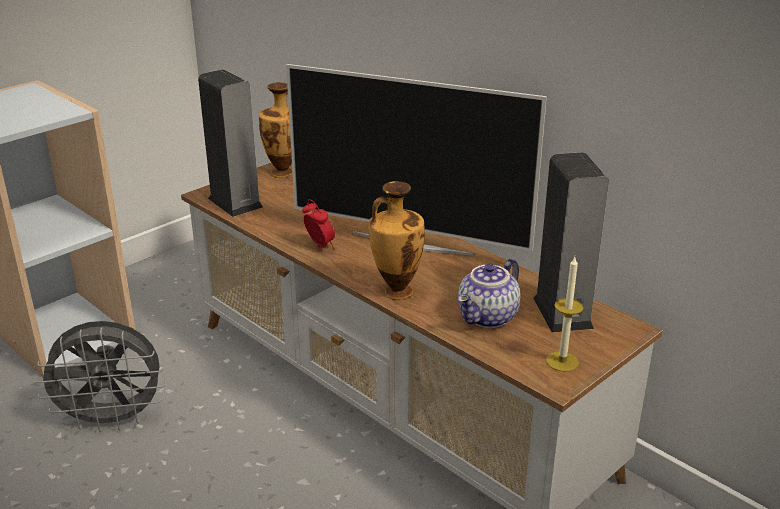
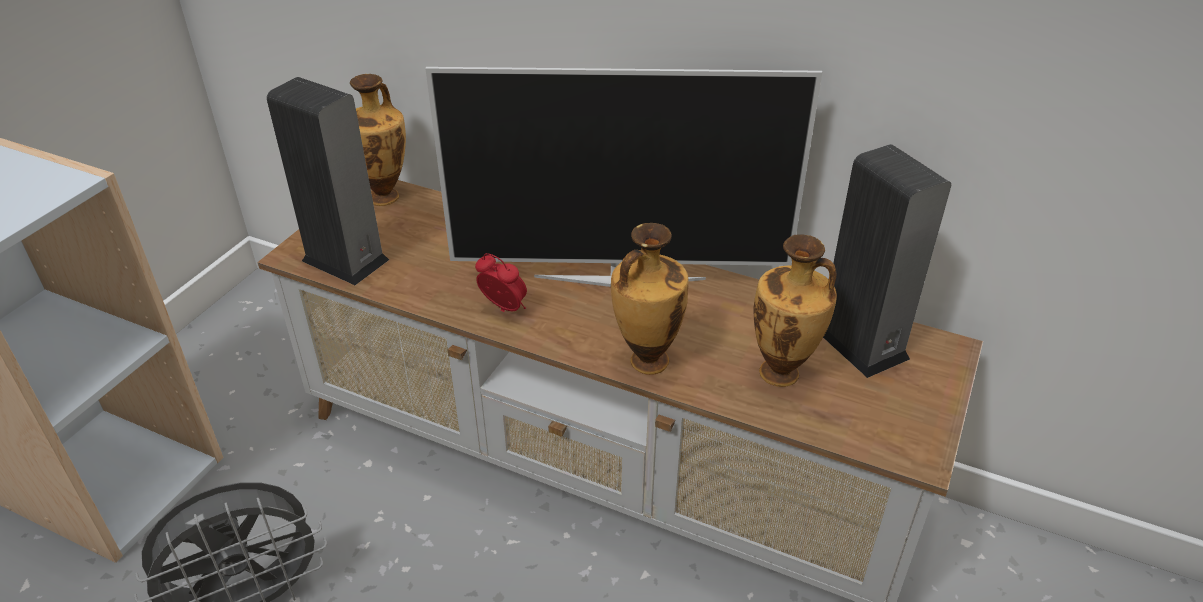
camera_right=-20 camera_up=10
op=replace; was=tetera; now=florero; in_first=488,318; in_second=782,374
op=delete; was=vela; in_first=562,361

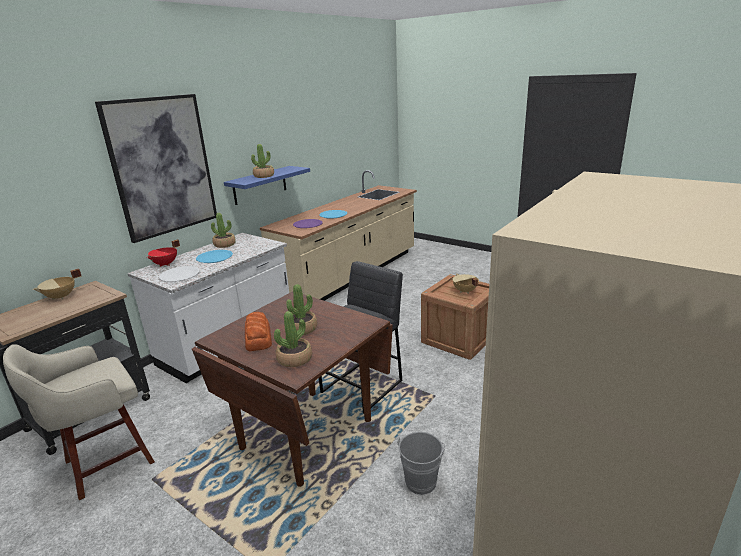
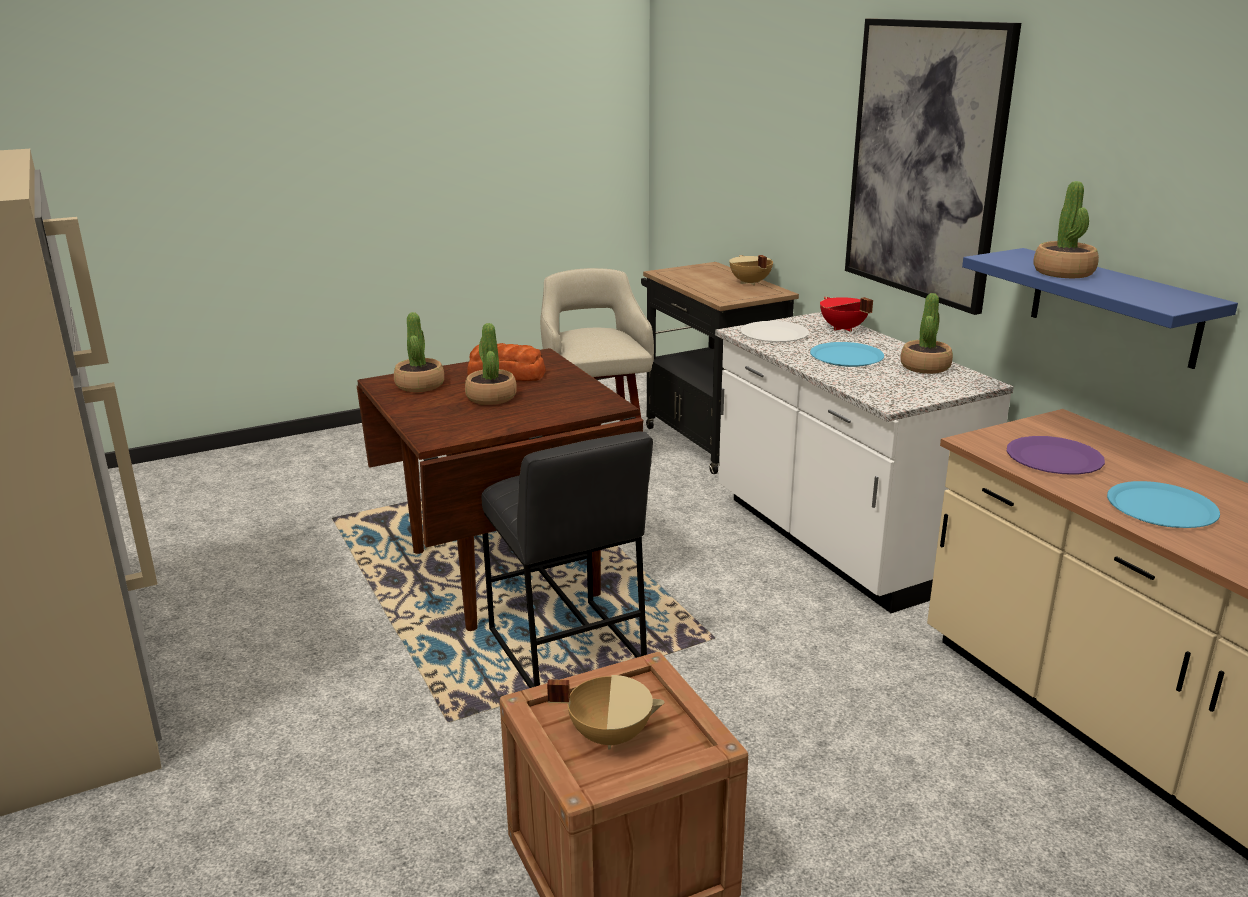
camera_right=115 camera_up=0
op=delete; was=cubo (gris); in_first=421,479

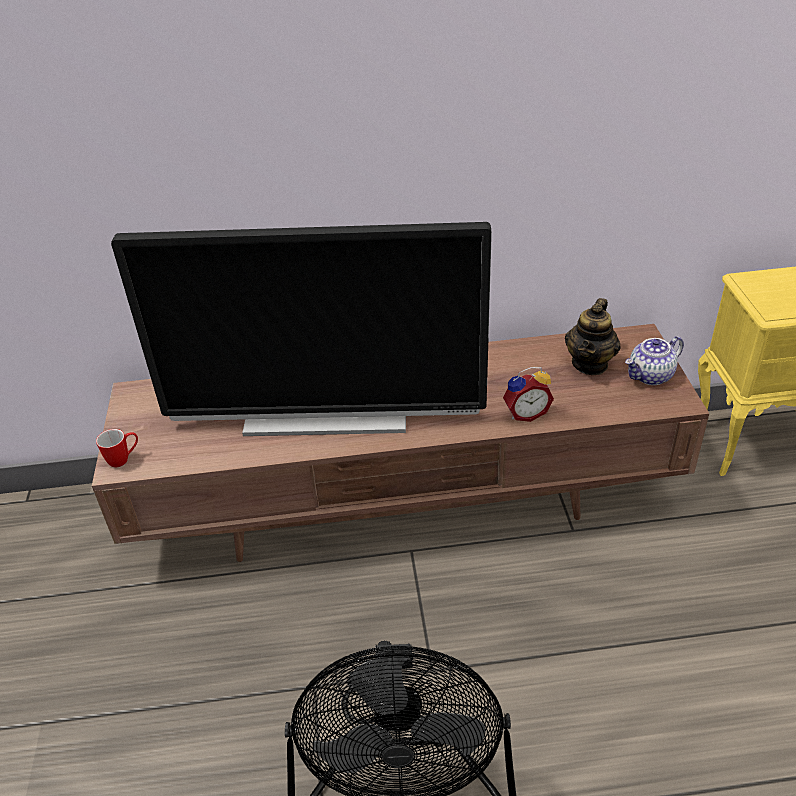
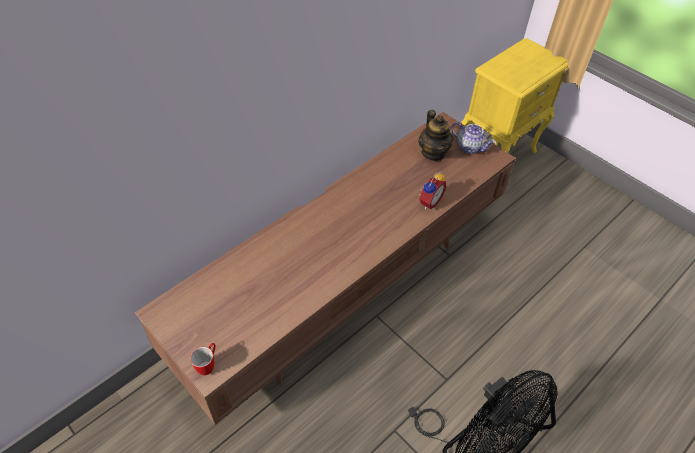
camera_right=-40 camera_up=10
op=rotate; was=tetera; in_first=650,376; in_second=470,147; clockwise=-75
op=delete; was=televisor; in_first=326,417

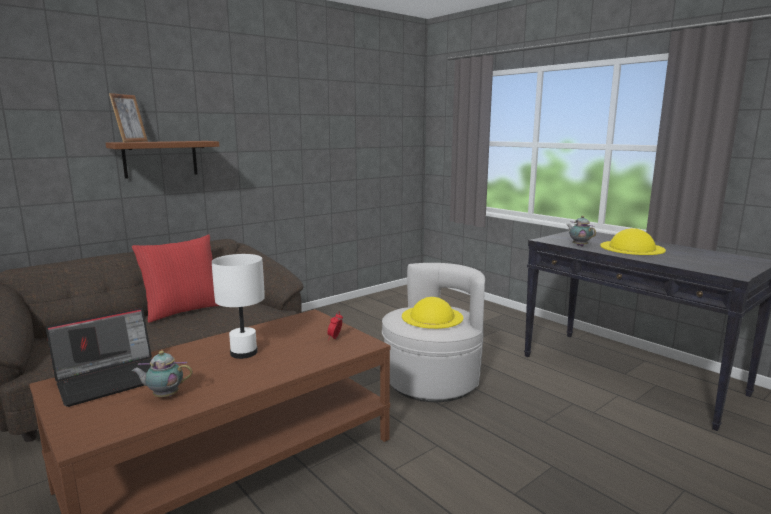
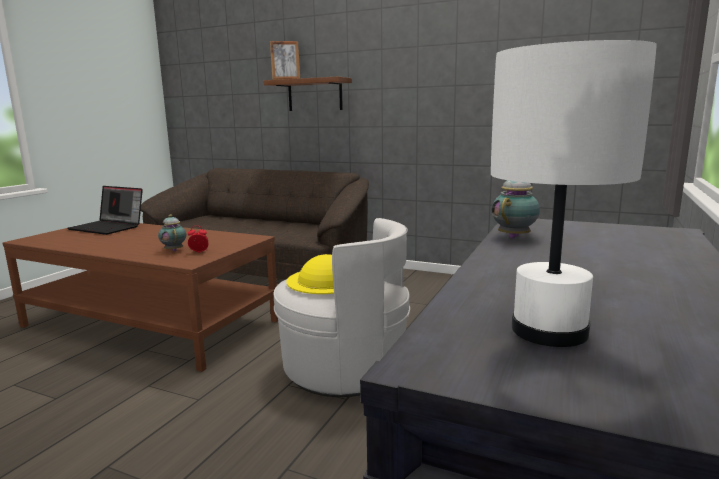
camera_right=65 camera_up=0
op=move; was=tetera; in_first=164,396; in_second=174,250
op=move; was=lámpara de mesa (blanco); in_first=243,353; in_second=547,330
op=delete; was=cojín (rojo); in_first=184,310
op=delete; was=sombrero (amarillo); in_first=632,247

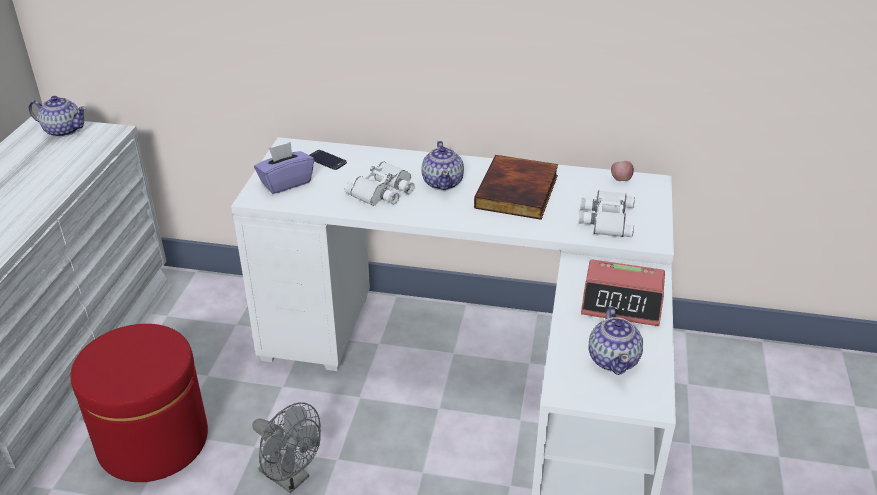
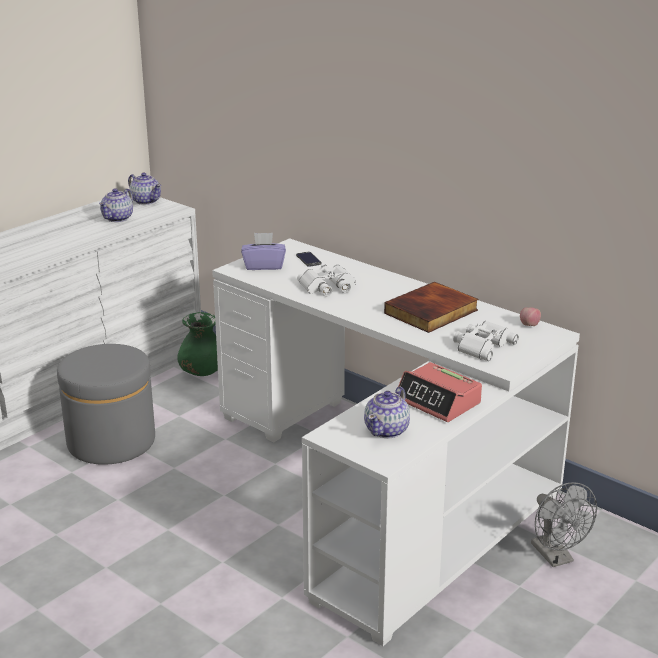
camera_right=30 camera_up=-10
op=recolor; was=puf (rojo); now=puf (gris); in_first=153,441; in_second=111,441
op=move; was=tetera; in_first=443,182; in_second=118,218
op=insert; now=florero (verde); in_second=202,372
op=move; was=ventilador (gris); in_first=290,478; in_second=556,557

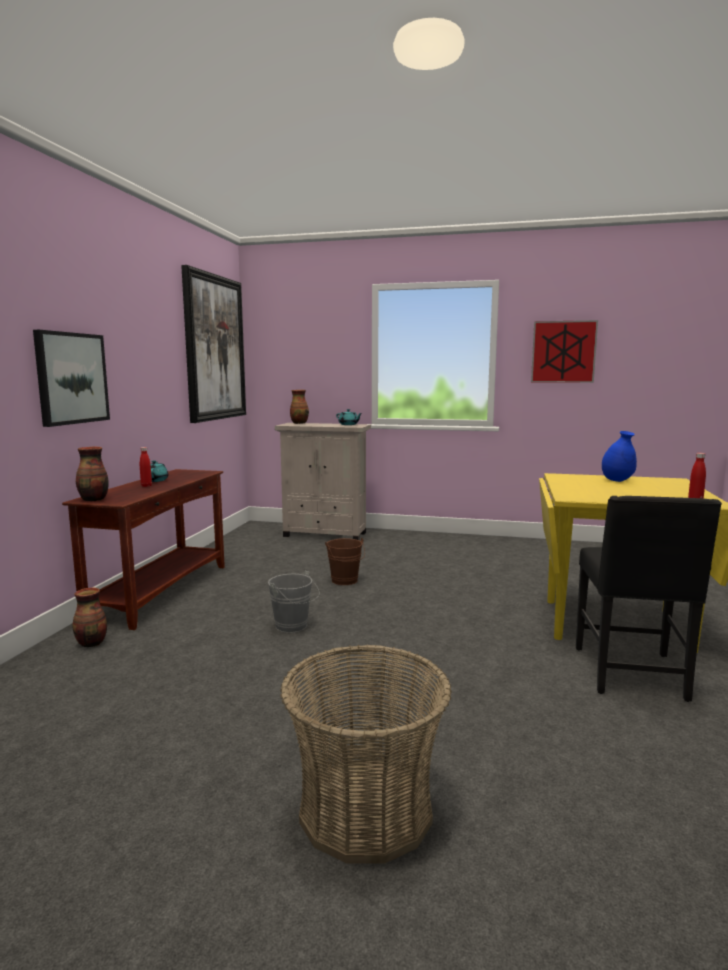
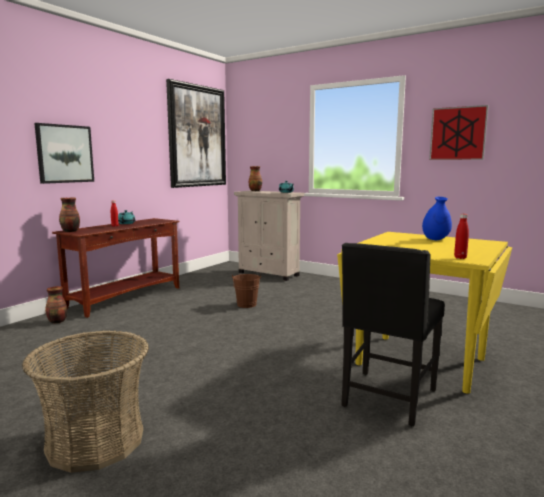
camera_right=20 camera_up=0
op=delete; was=cubo (gris); in_first=294,626

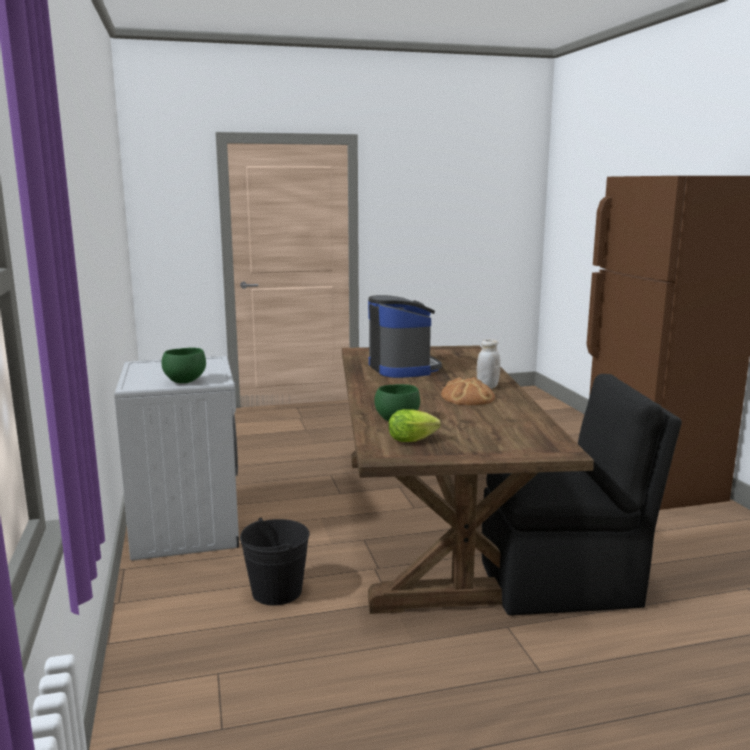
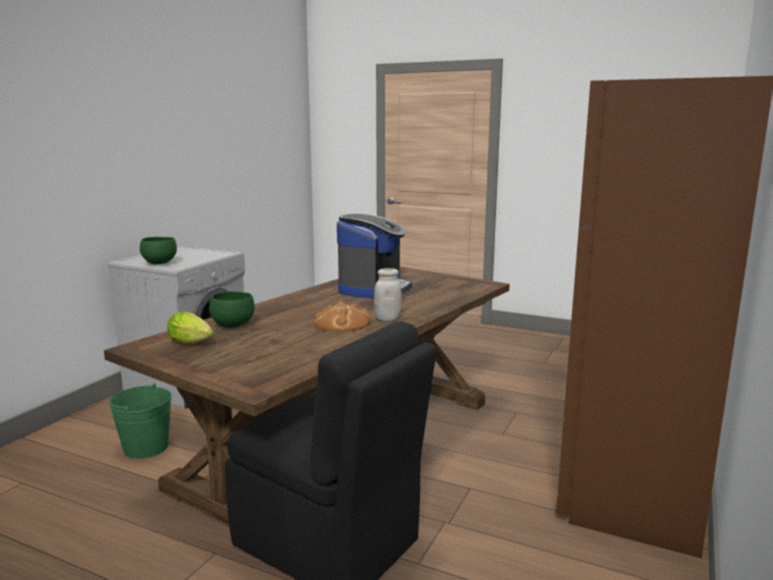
camera_right=40 camera_up=0
op=recolor; was=cubo (negro); now=cubo (verde); in_first=276,591; in_second=146,447

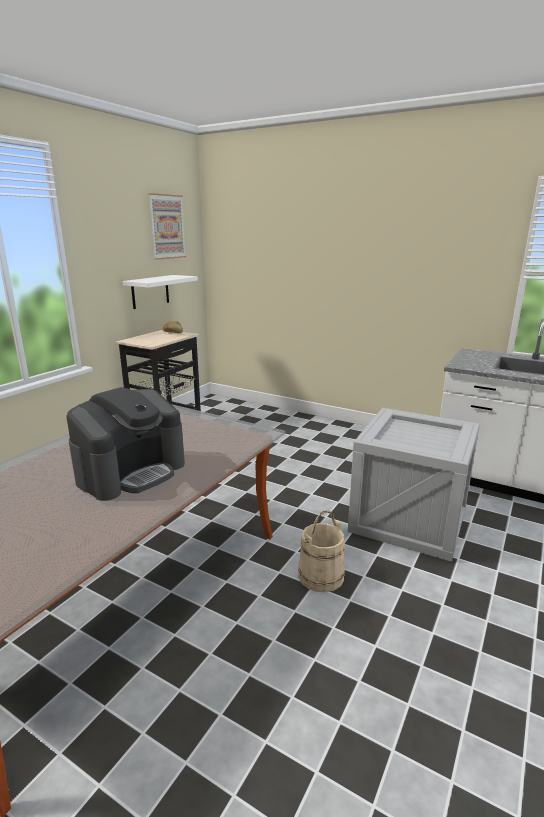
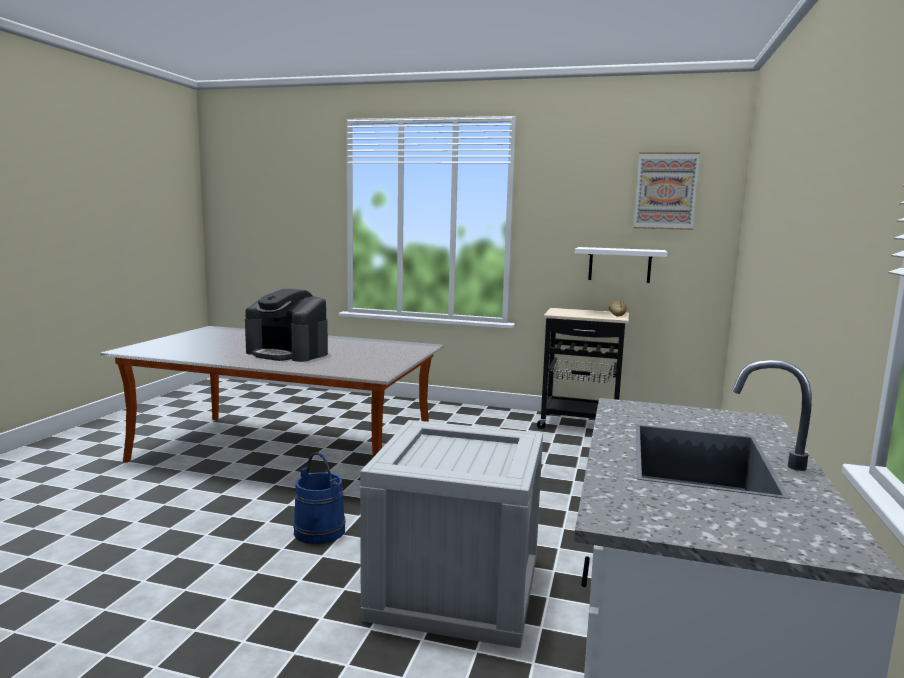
camera_right=75 camera_up=-10
op=recolor; was=cubo (beis); now=cubo (azul); in_first=320,575; in_second=320,531

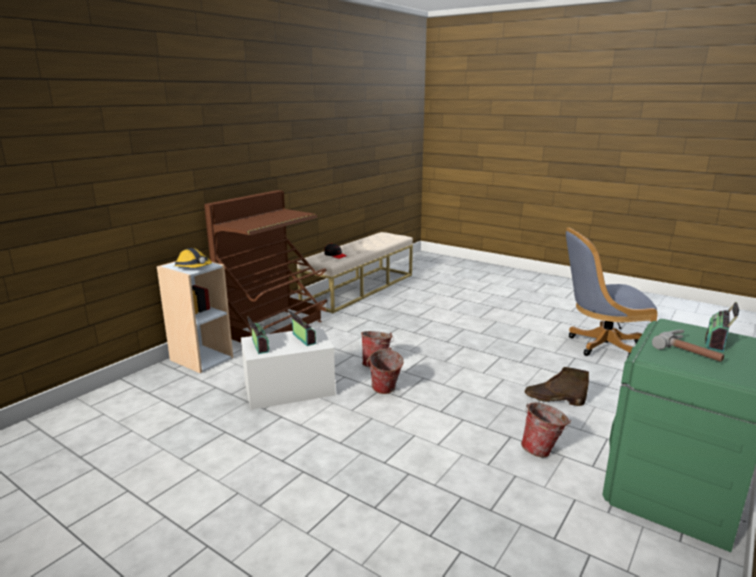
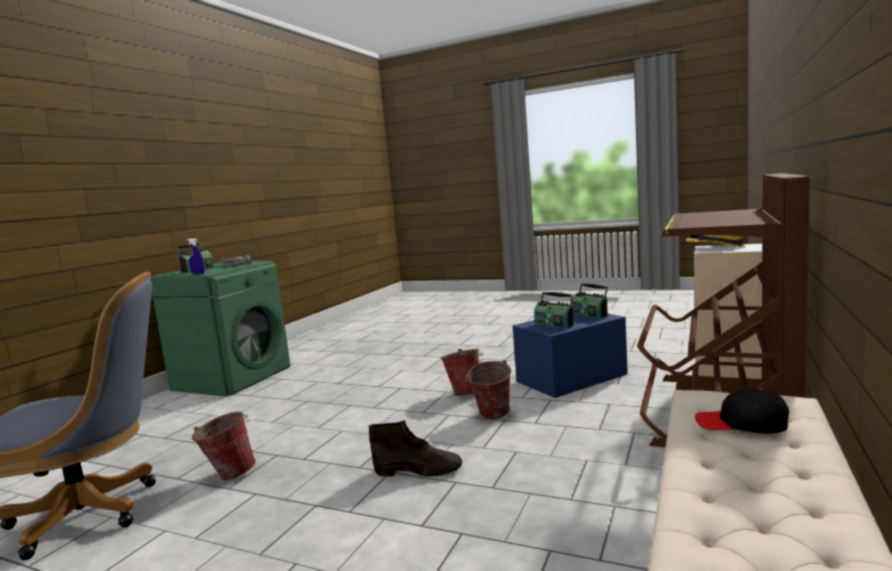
camera_right=170 camera_up=-10
op=insert; now=pulverizador (azul); in_second=198,274
op=move; was=cubo; in_first=542,451; in_second=228,474
op=move; was=bota (marrón); in_first=553,399; in_second=419,470
op=recolor; was=caja de almacenaje (blanco); now=caja de almacenaje (azul); in_first=289,389; in_second=571,378

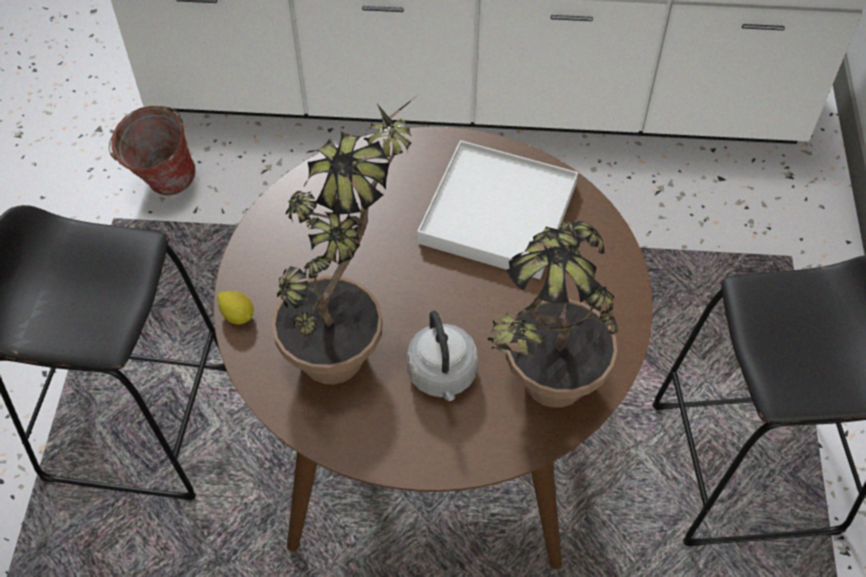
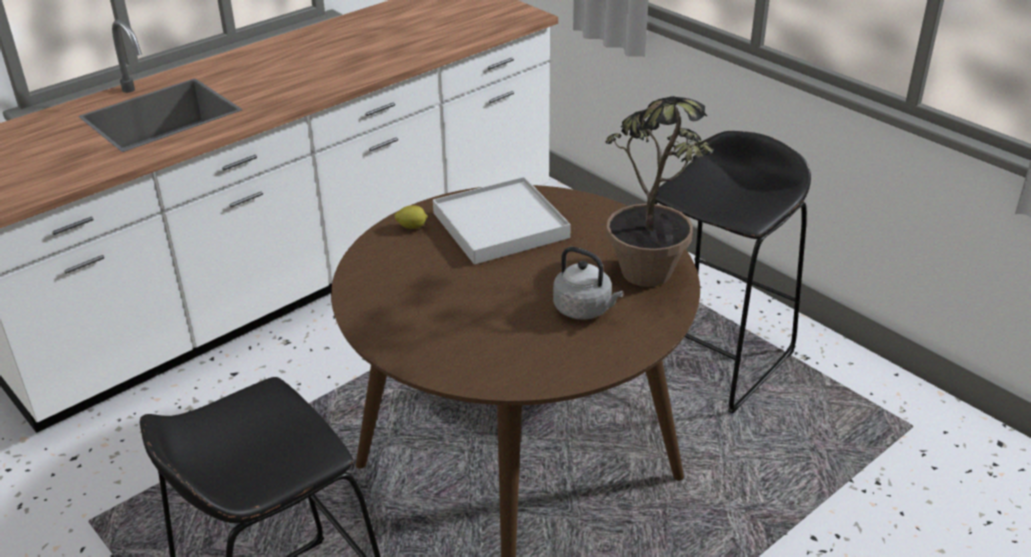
camera_right=-45 camera_up=-20
op=move; was=limón; in_first=238,315; in_second=412,227
op=delete; was=cubo; in_first=162,185
op=delete; was=planta en maceta; in_first=348,341

